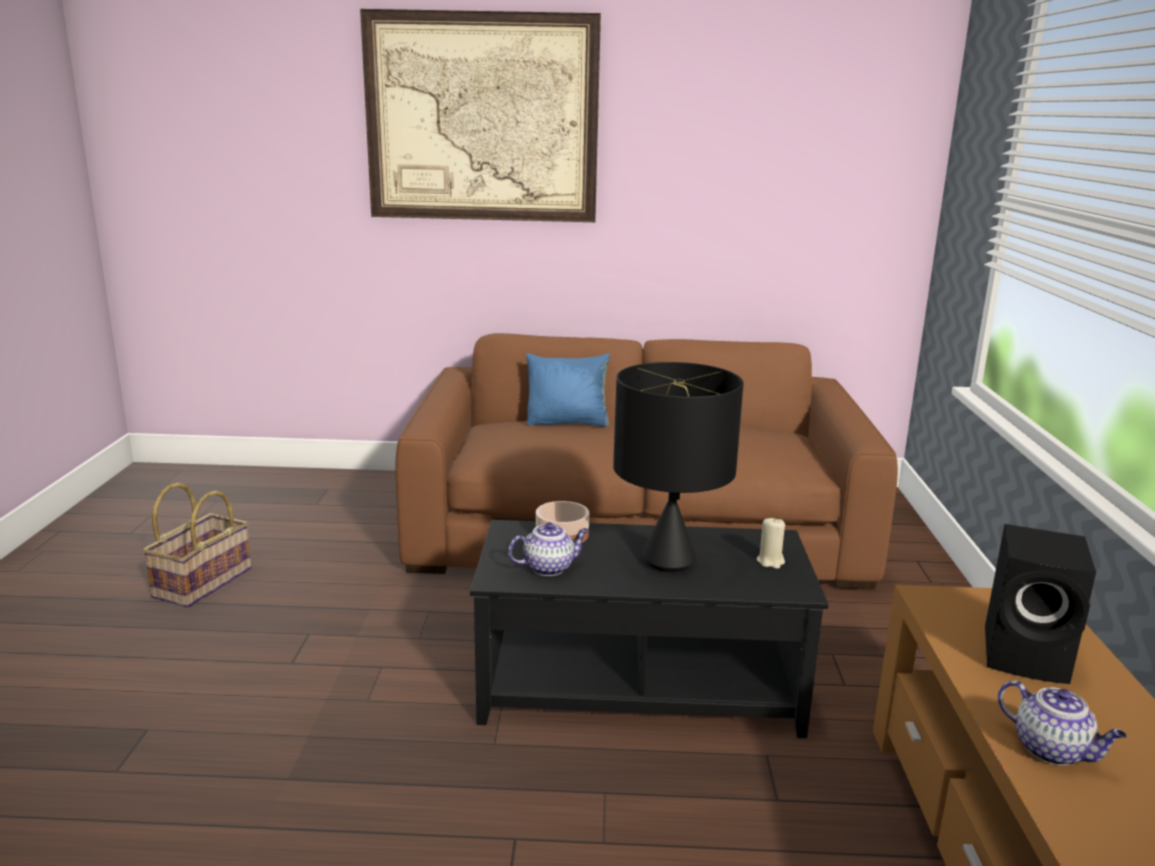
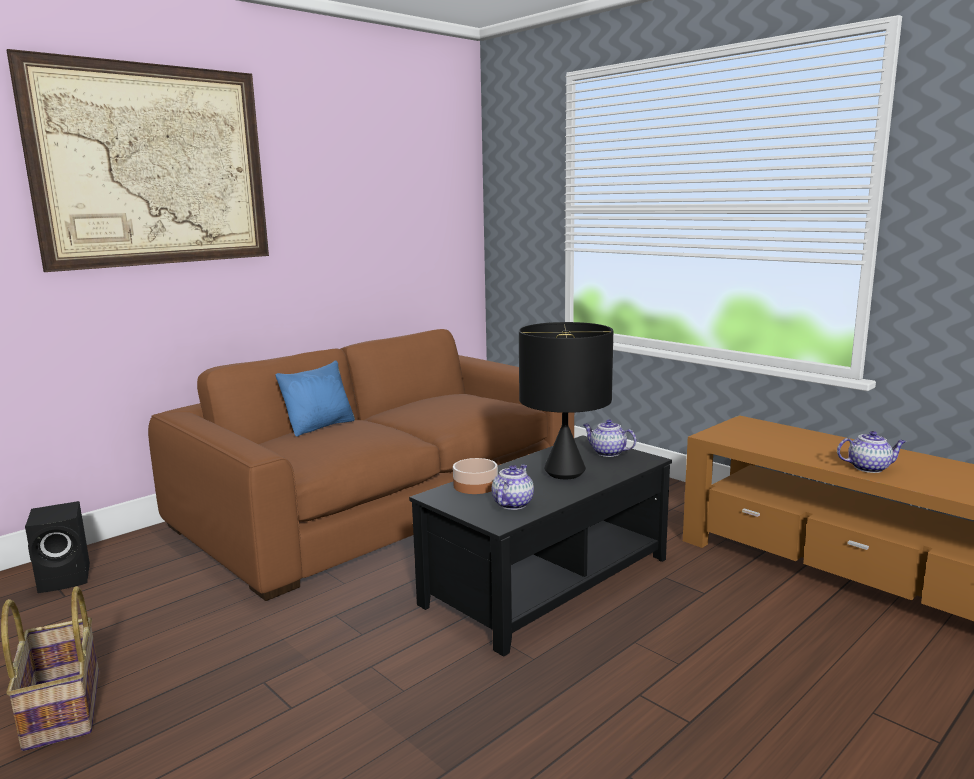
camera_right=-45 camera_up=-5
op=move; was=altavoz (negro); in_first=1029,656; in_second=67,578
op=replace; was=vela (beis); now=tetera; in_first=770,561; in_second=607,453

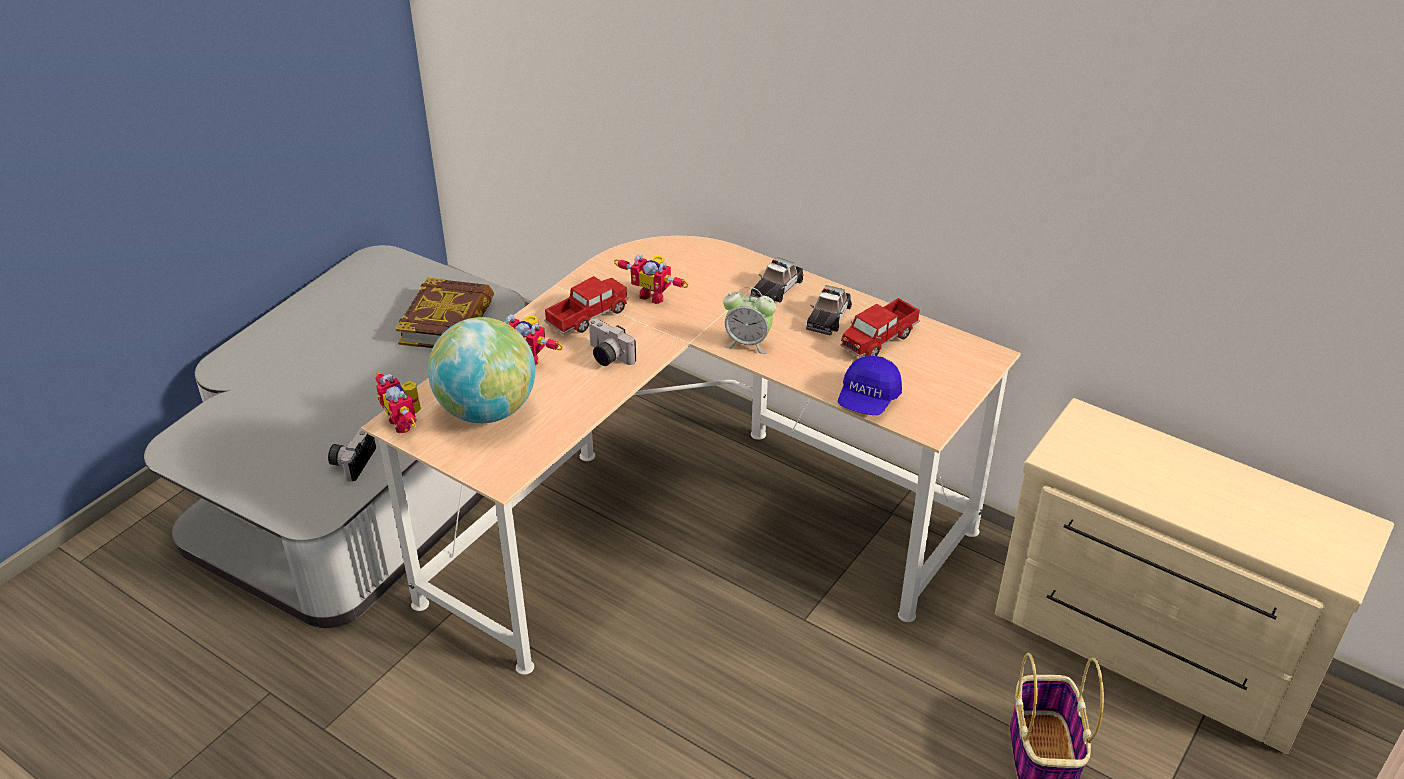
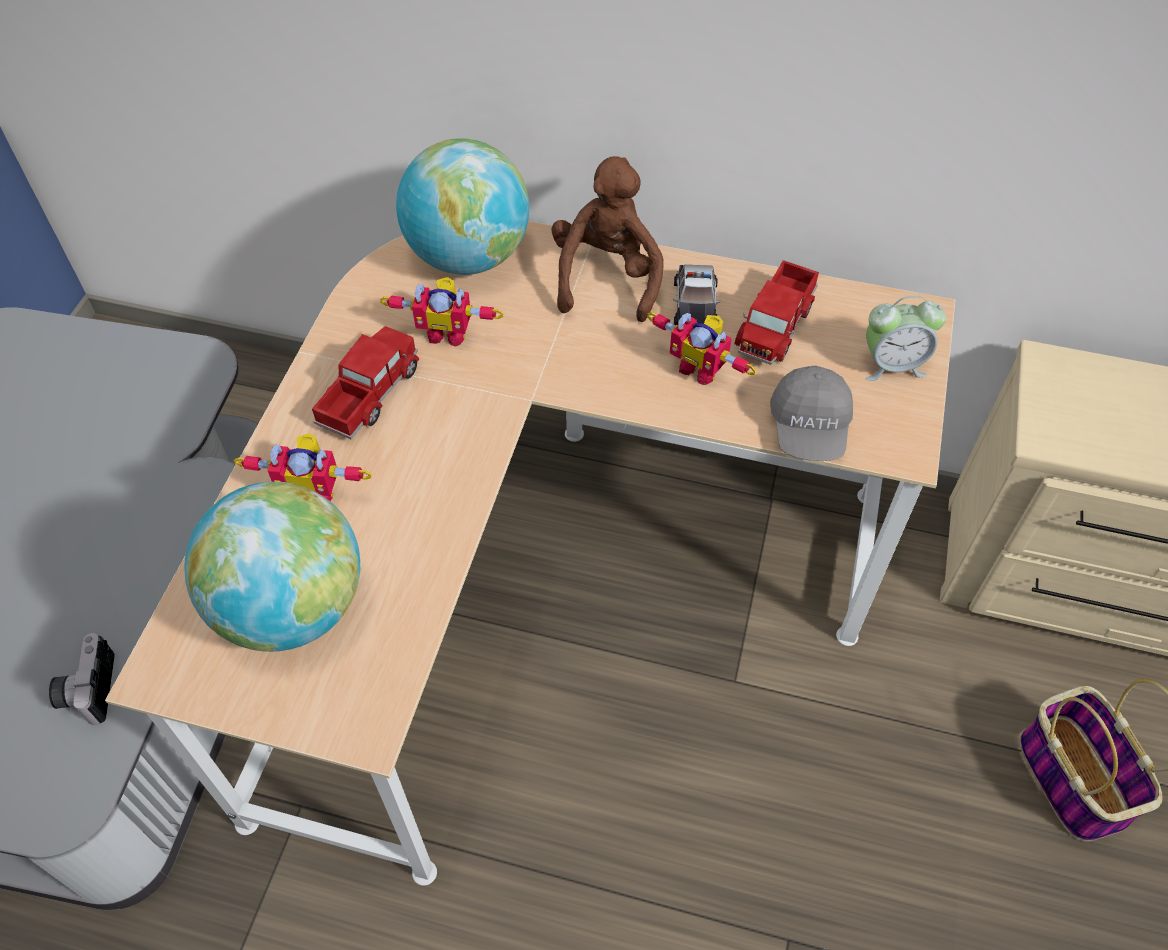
camera_right=-20 camera_up=15
op=insert; now=globo terráqueo; in_second=468,256
op=replace; was=coche de juguete; now=peluche (marrón); in_first=776,288; in_second=607,277
op=move; was=robot de juguete; in_first=405,422; in_second=700,368
op=recolor; was=gorra (azul); now=gorra (gris); in_first=868,400; in_second=809,428
op=move; was=despertador; in_first=748,343; in_second=892,365
op=delete; was=libro; in_first=448,322
op=delete; was=cámara; in_first=606,356

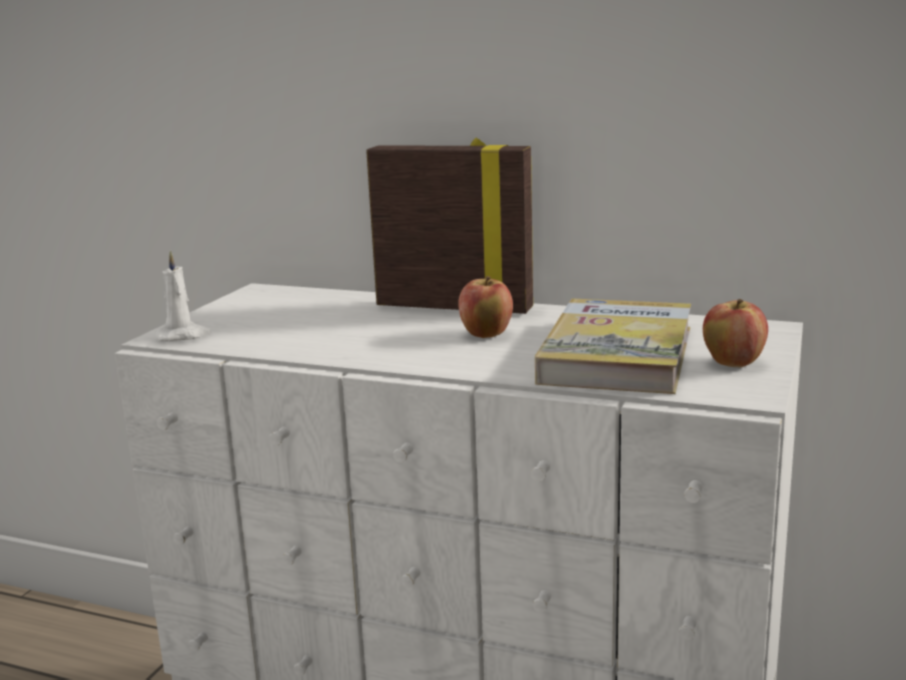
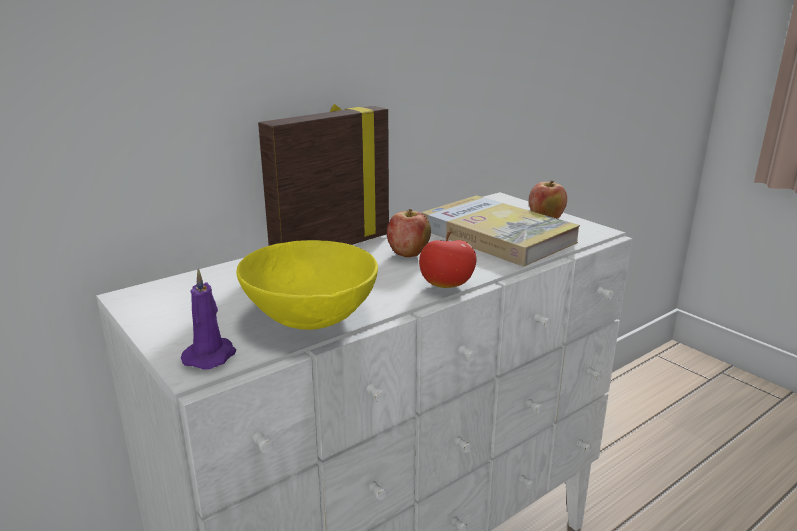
camera_right=-60 camera_up=5
op=recolor; was=vela (blanco); now=vela (morado); in_first=184,336; in_second=211,356
op=insert; now=cuenco (amarillo); in_second=311,316
op=insert; now=manzana; in_second=447,285

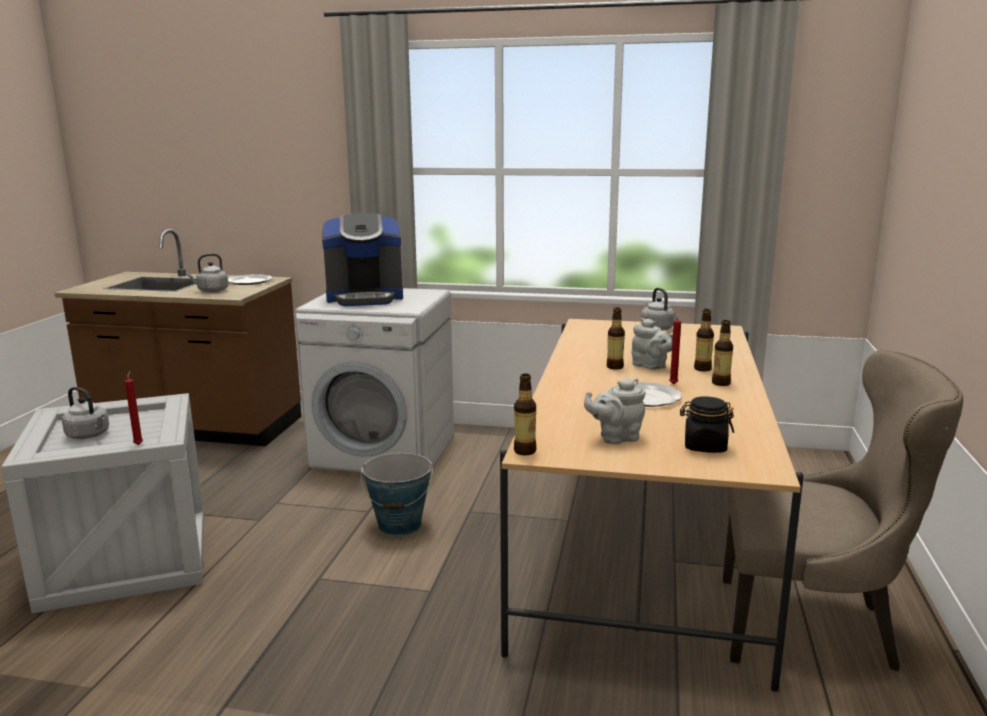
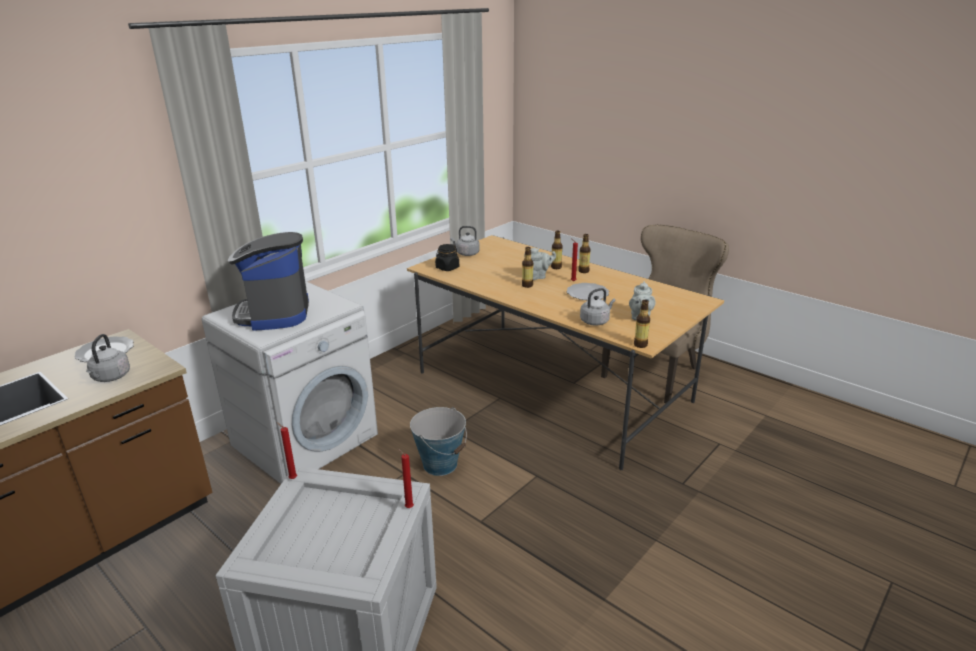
camera_right=-60 camera_up=10
op=rotate; was=cafetera; in_first=365,297; in_second=274,313; clockwise=150
op=insert; now=vela (rojo); in_second=292,478
op=move; was=tarro (negro); in_first=704,446; in_second=447,268
op=move; was=hervidor (gris); in_first=89,435; in_second=595,321

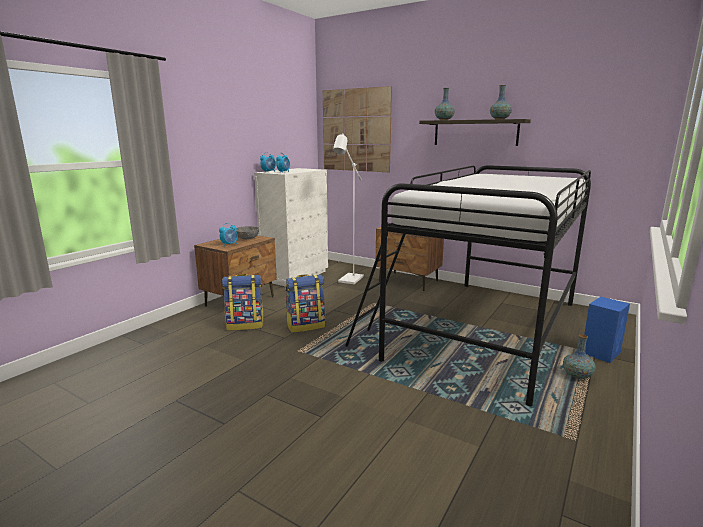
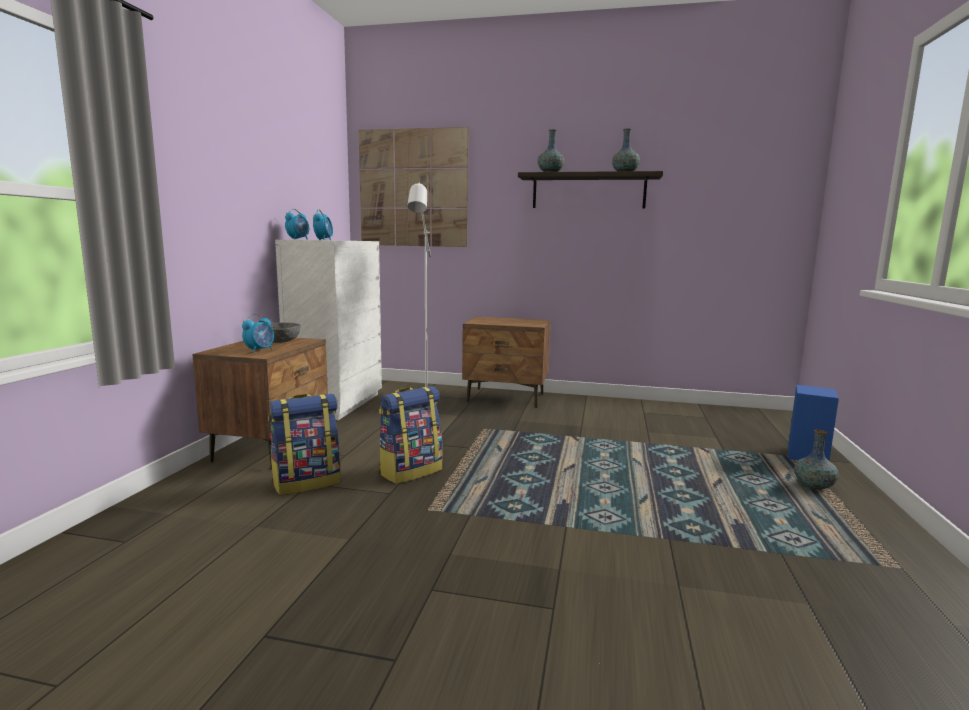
camera_right=-20 camera_up=-5
op=delete; was=cama (negro); in_first=485,329

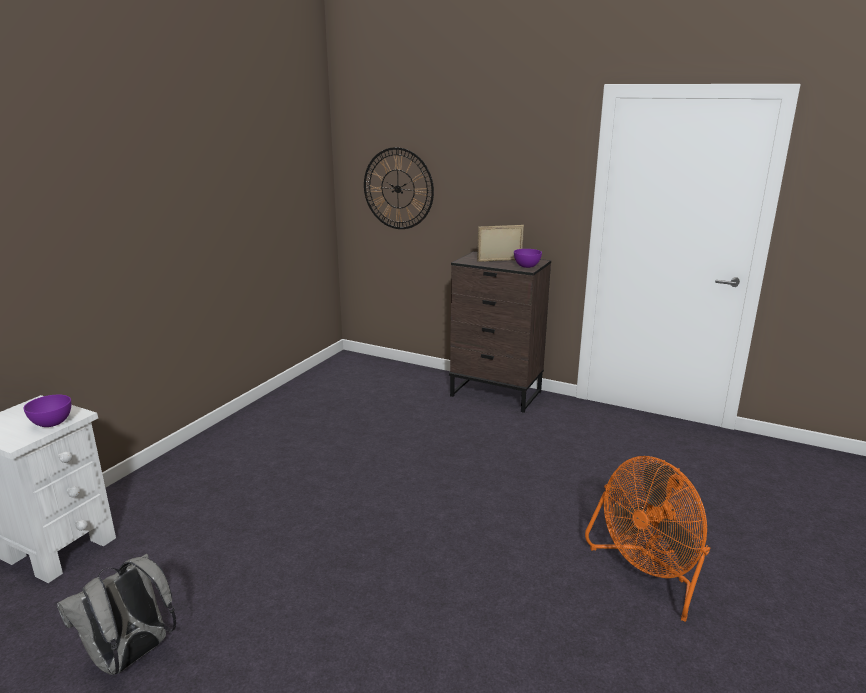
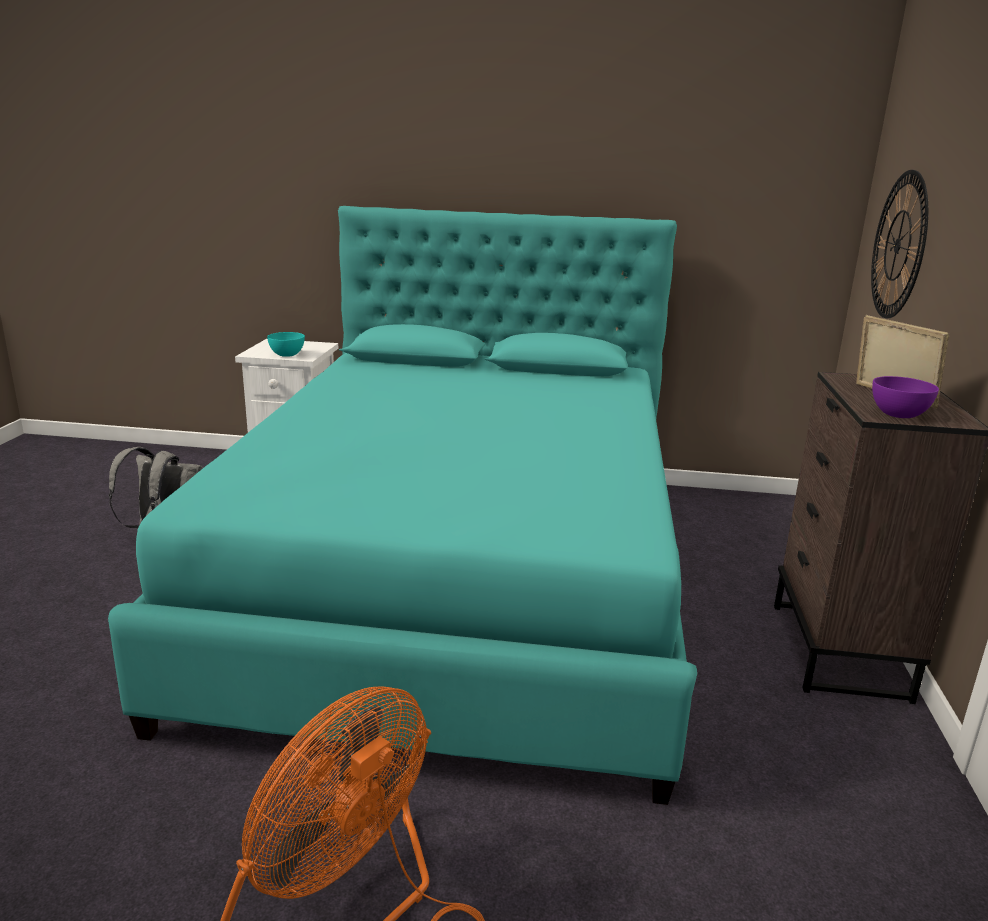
camera_right=70 camera_up=0
op=insert; now=cama (turquesa); in_second=461,577
op=recolor; was=cuenco (morado); now=cuenco (turquesa); in_first=52,423; in_second=287,355

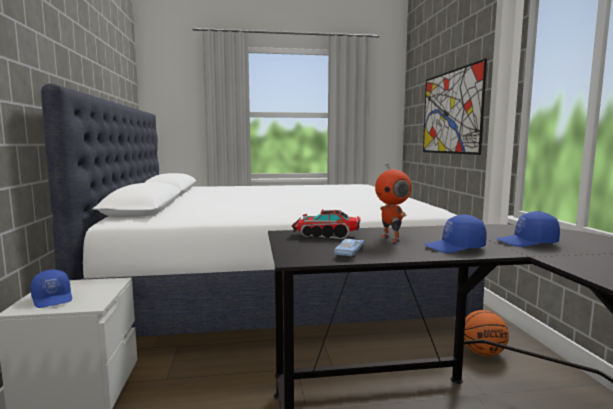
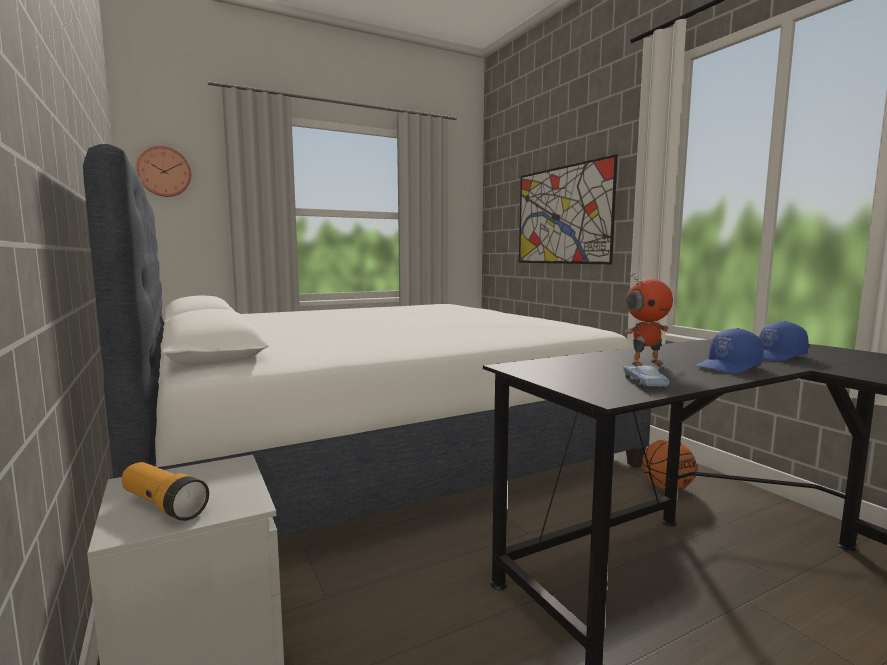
camera_right=-20 camera_up=0
op=replace; was=gorra (azul); now=linterna; in_first=53,299; in_second=164,505
op=insert; now=reloj de pared; in_second=164,172
op=rotate; was=robot de juguete; in_first=391,238; in_second=645,363; clockwise=-75
op=delete; was=camión de juguete; in_first=326,235

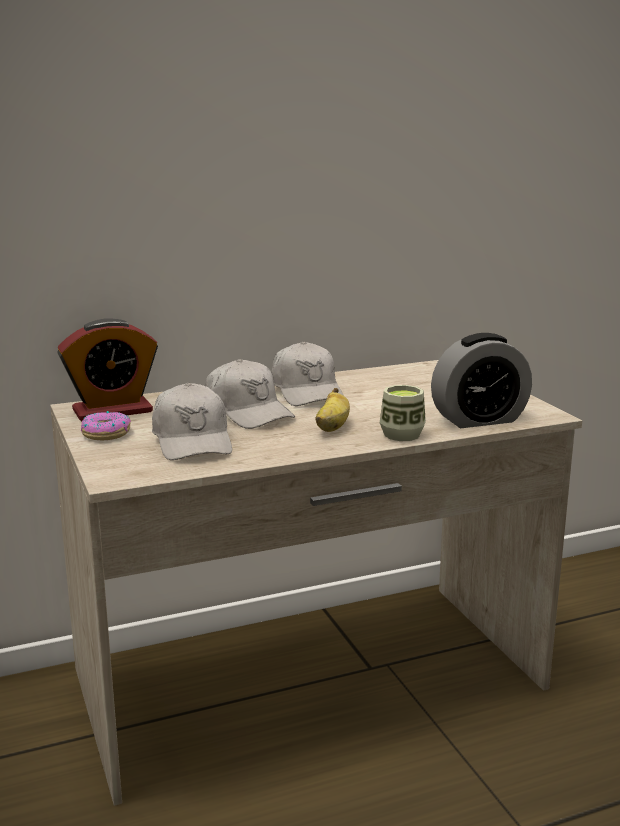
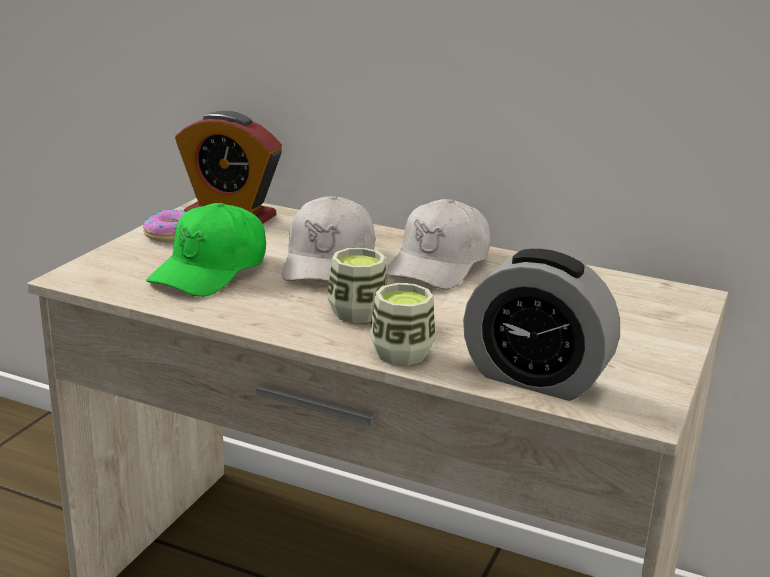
camera_right=45 camera_up=5
op=recolor; was=gorra (blanco); now=gorra (verde); in_first=193,441; in_second=211,270
op=replace; was=plátano; now=taza; in_first=332,427; in_second=357,313

